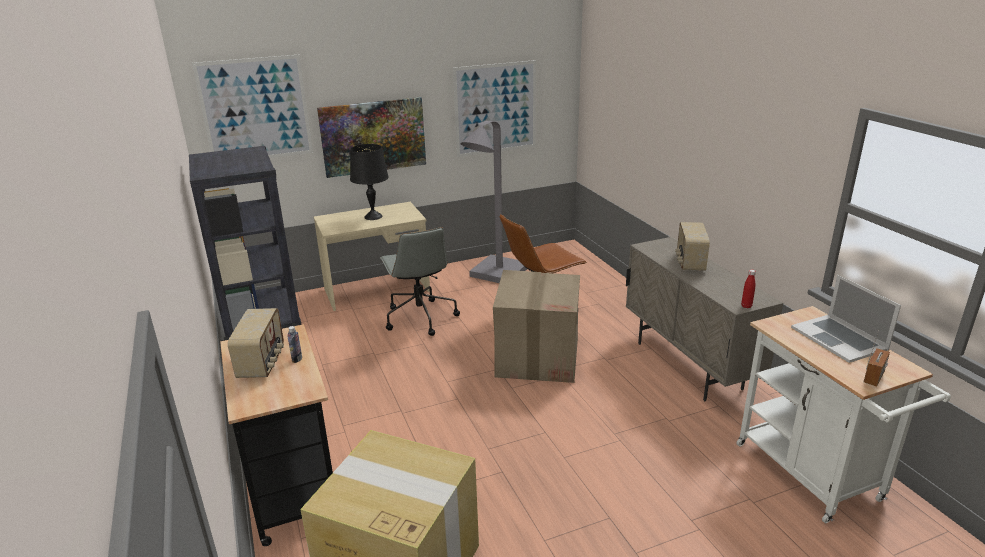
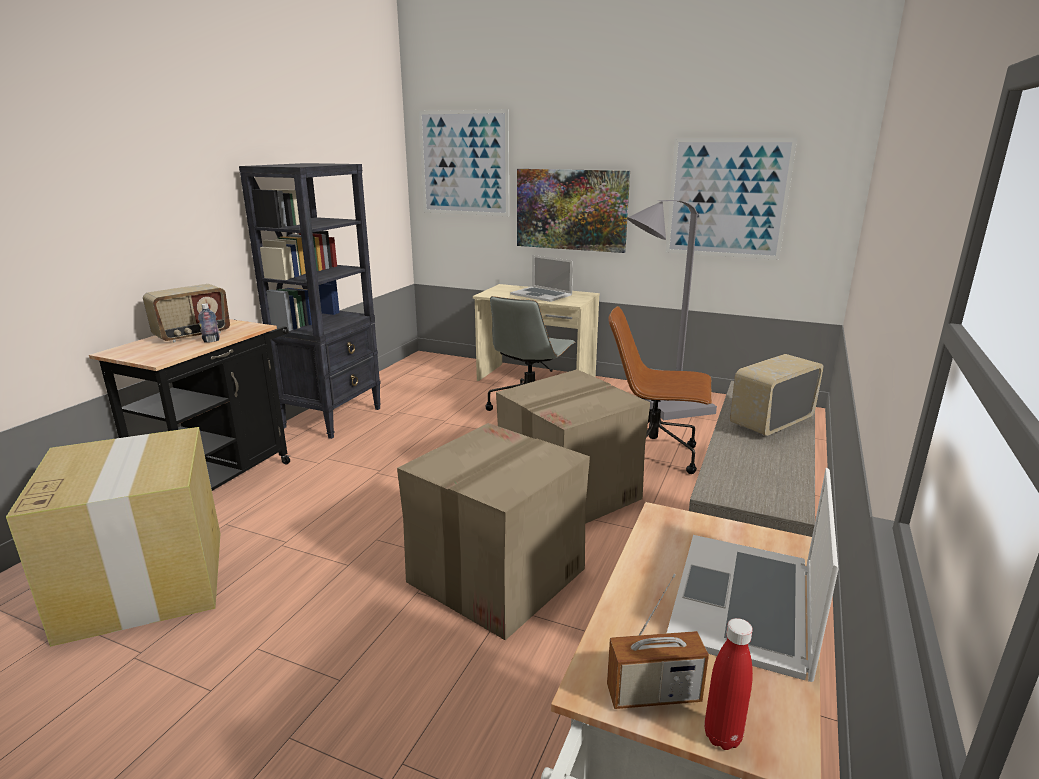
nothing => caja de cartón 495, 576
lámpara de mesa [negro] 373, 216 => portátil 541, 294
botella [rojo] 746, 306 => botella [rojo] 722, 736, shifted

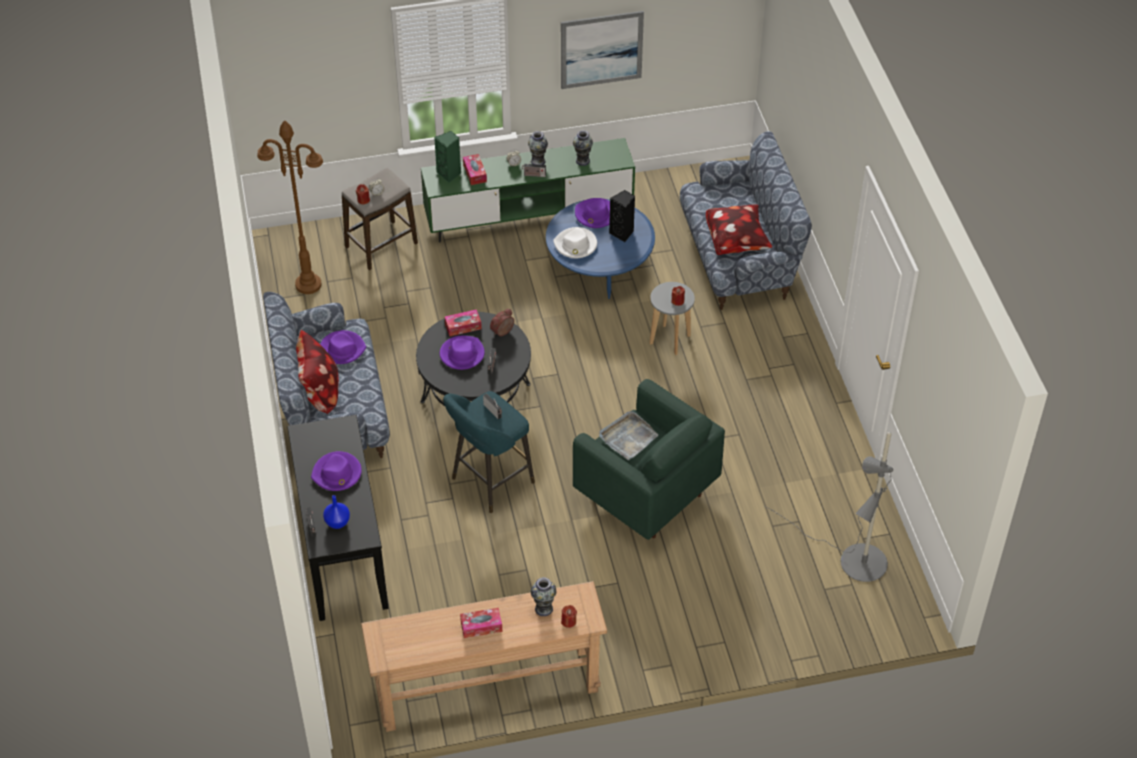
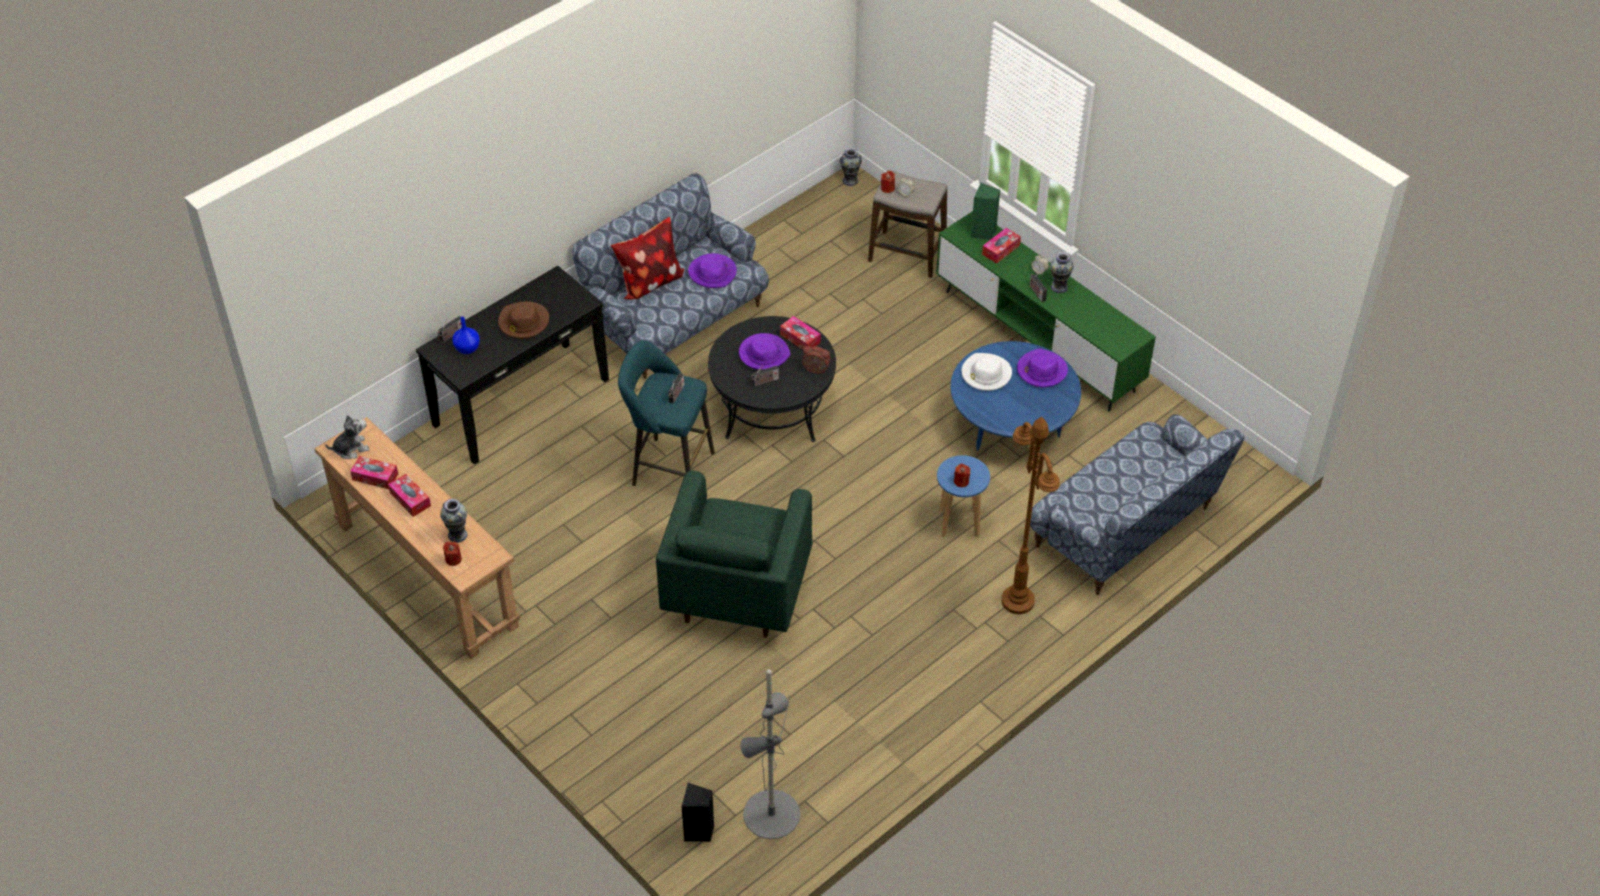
nothing => peluche 351, 448
nothing => caja de pañuelos 375, 477
sombrero [morado] 337, 474 => sombrero [marrón] 523, 322
altavoz [negro] 622, 233 => altavoz [negro] 699, 832, shifted
florero 583, 161 => florero 850, 181, shifted
taburete [gris] 670, 340 => taburete [azul] 958, 523
lámpara de pie [marrón] 308, 284 => lámpara de pie [marrón] 1018, 601, shifted
cuadro 601, 49 => nothing
bandeja [gris] 628, 437 => nothing
cojín 736, 241 => nothing

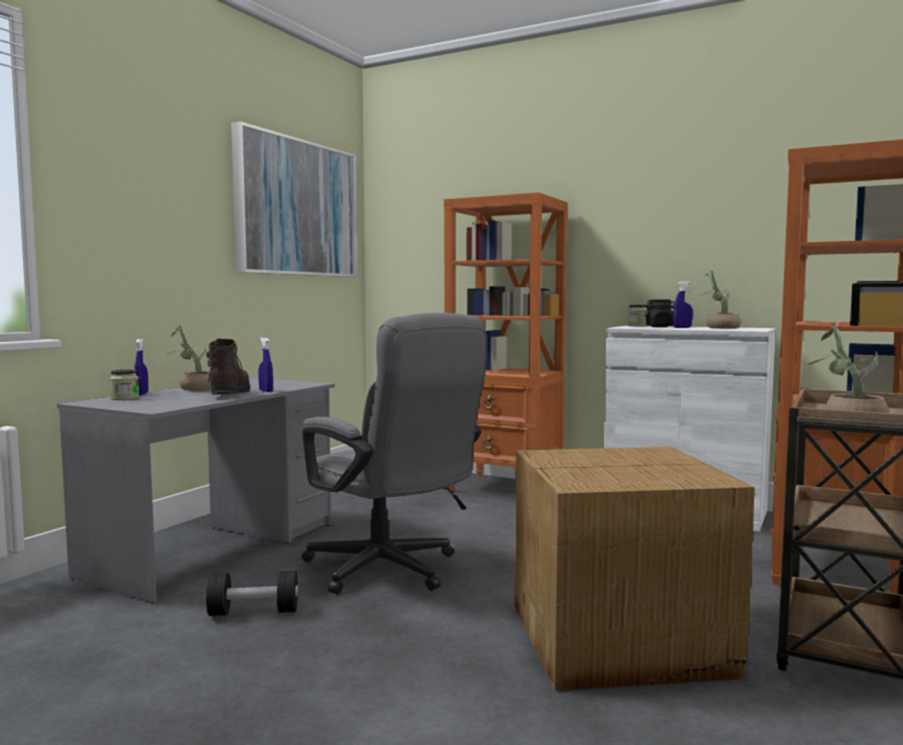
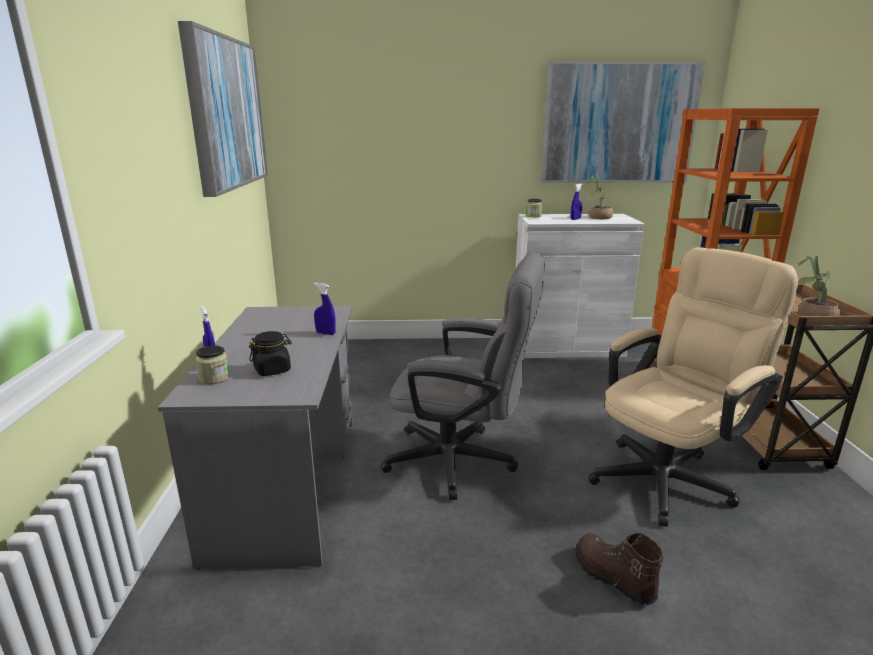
tarro [negro] 659, 327 => tarro [negro] 272, 370, shifted
nothing => cuadro 617, 124
bota [marrón] 229, 394 => bota [marrón] 612, 577, shifted
caja de cartón 621, 640 => silla de oficina [beis] 669, 475
planta en maceta 193, 389 => nothing
mancuerna [negro] 254, 612 => nothing
estantería [naranja] 505, 489 => nothing

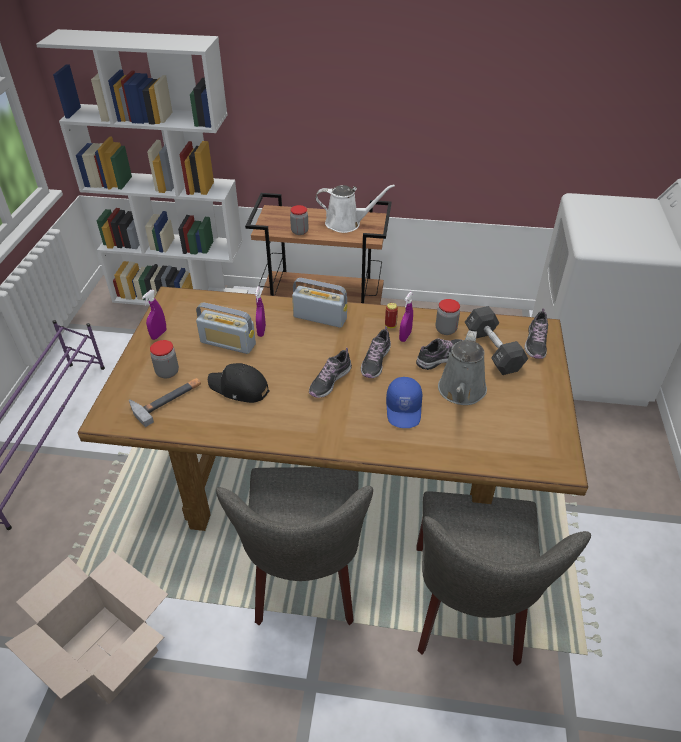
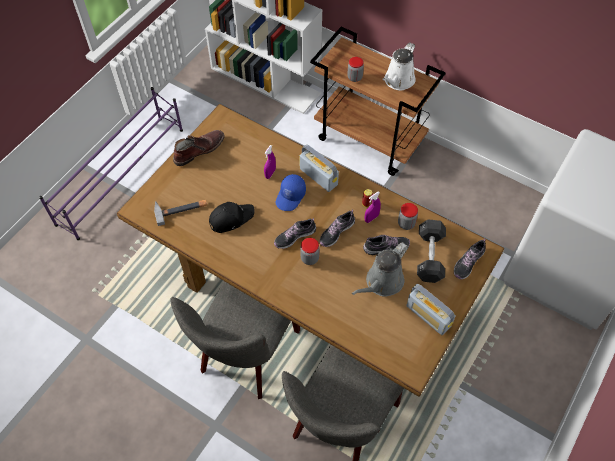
pulverizador [morado] 158, 334 => bota [marrón] 199, 150
gorra [negro] 239, 388 => gorra [negro] 231, 218, 105 degrees clockwise
gorra [azul] 404, 409 => gorra [azul] 291, 196, shifted
tarro 167, 372 => tarro 309, 258, shifted
regadera [blanco] 346, 223 => regadera [blanco] 398, 81, 90 degrees clockwise
radio 228, 343 => radio 428, 316, shifted
caja de cartón 106, 653 => nothing

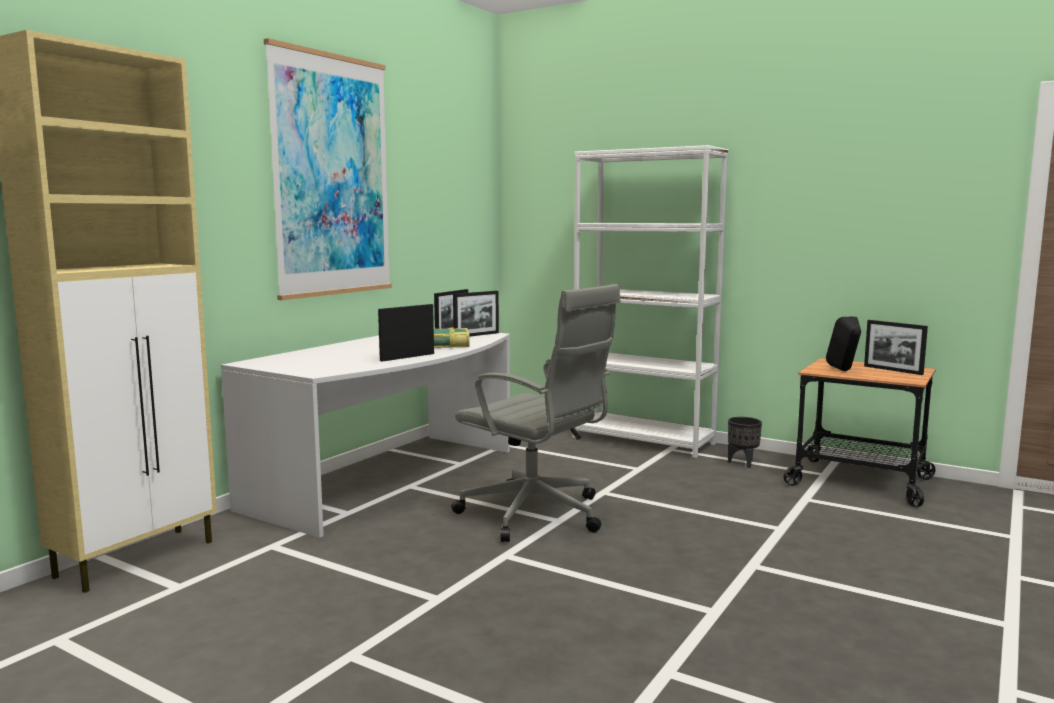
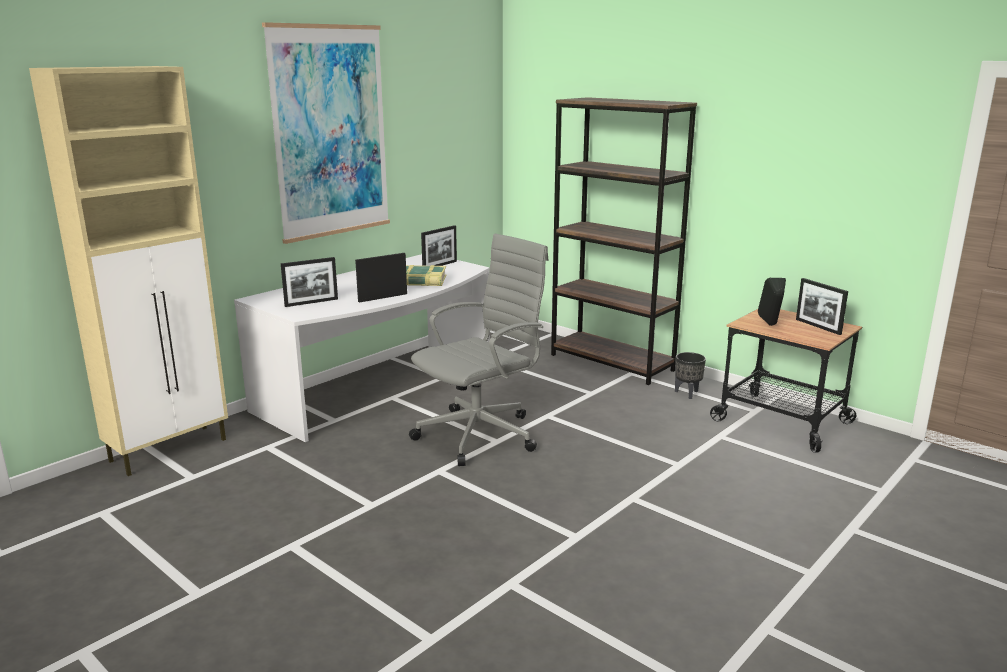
portarretratos 476, 335 => portarretratos 311, 302, shifted
silla de oficina [gris] 536, 515 => silla de oficina [gris] 481, 434, 90 degrees counterclockwise
estantería [blanco] 643, 441 => estantería [marrón] 612, 362

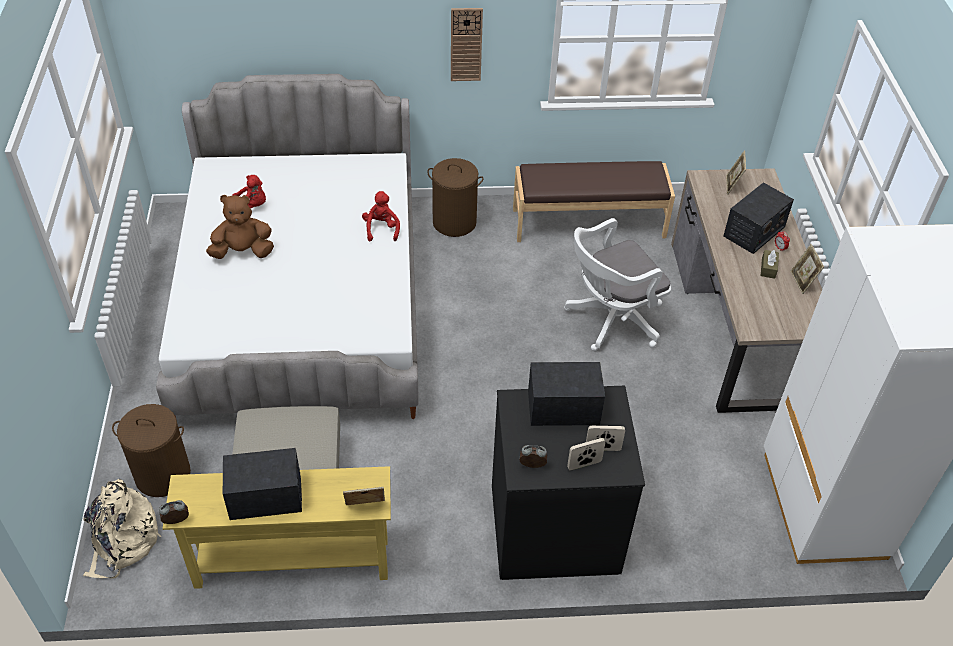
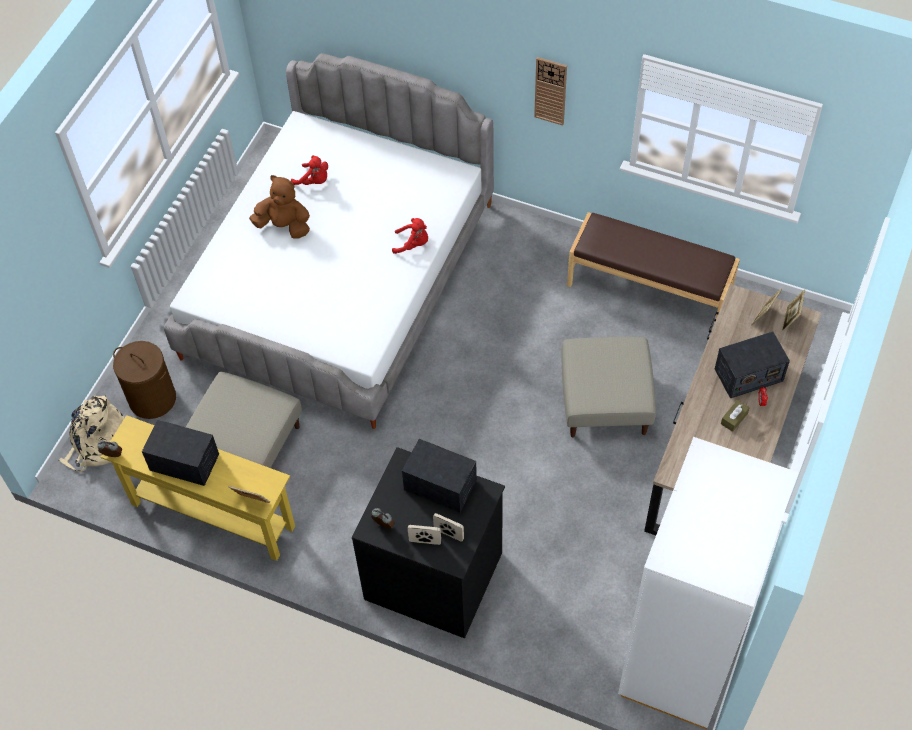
peluche [rojo] 381, 229 => peluche [rojo] 413, 244, 75 degrees clockwise
silla de oficina [blanco] 610, 320 => puf [beis] 604, 401
portarretratos 802, 282 => portarretratos 790, 321, shifted
cesto de la ropa [marrón] 455, 222 => nothing

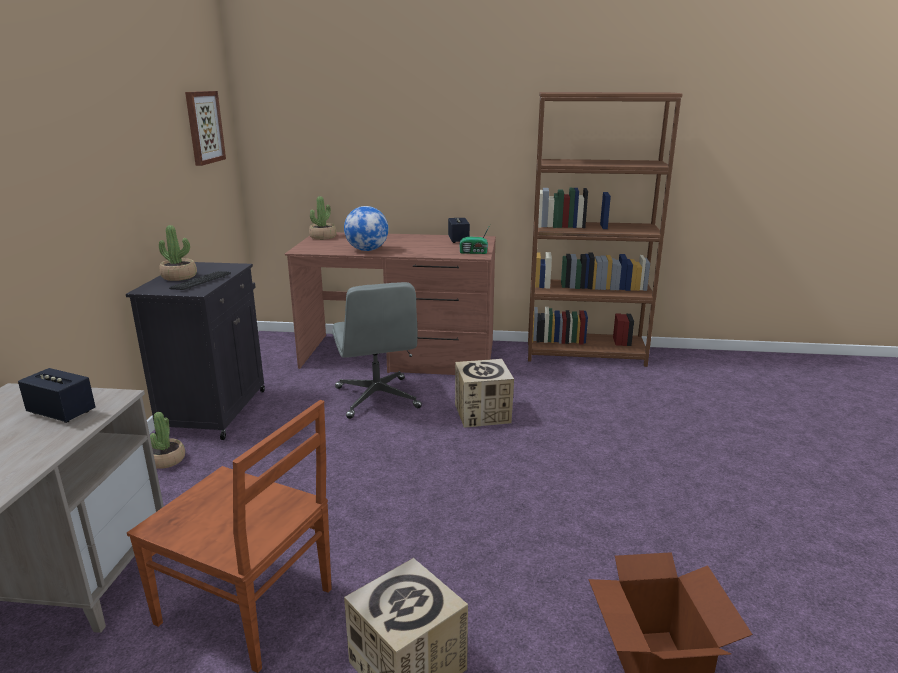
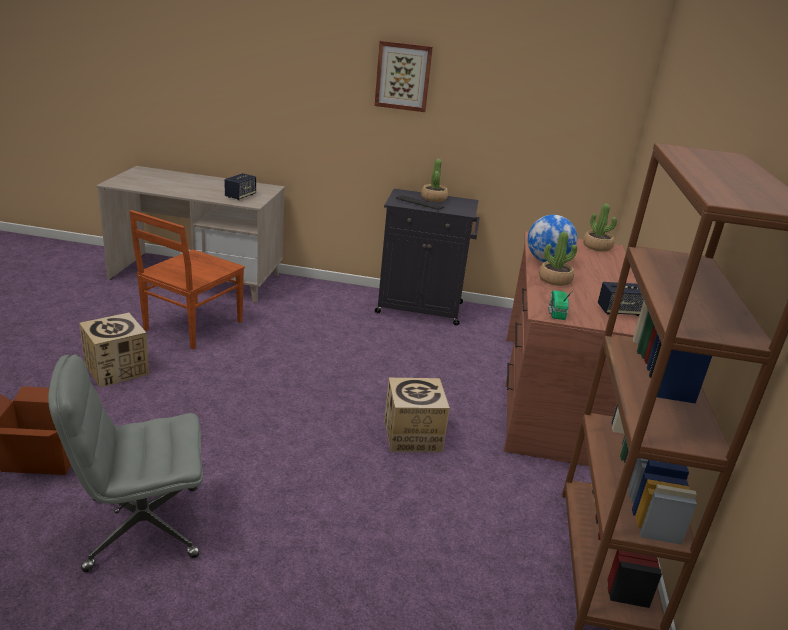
silla de oficina [gris] 377, 398 => silla de oficina [gris] 142, 527, shifted
cuadro 204, 127 => cuadro 403, 76, shifted
planta en maceta 166, 460 => planta en maceta 555, 280, shifted

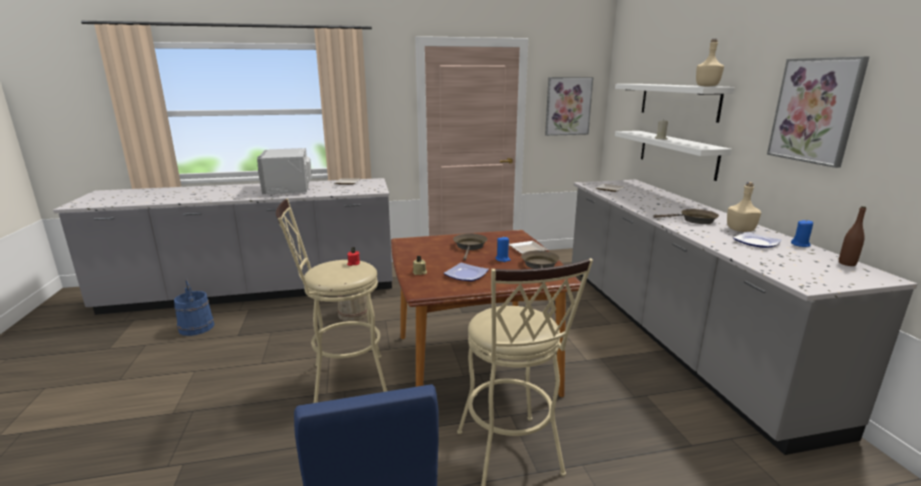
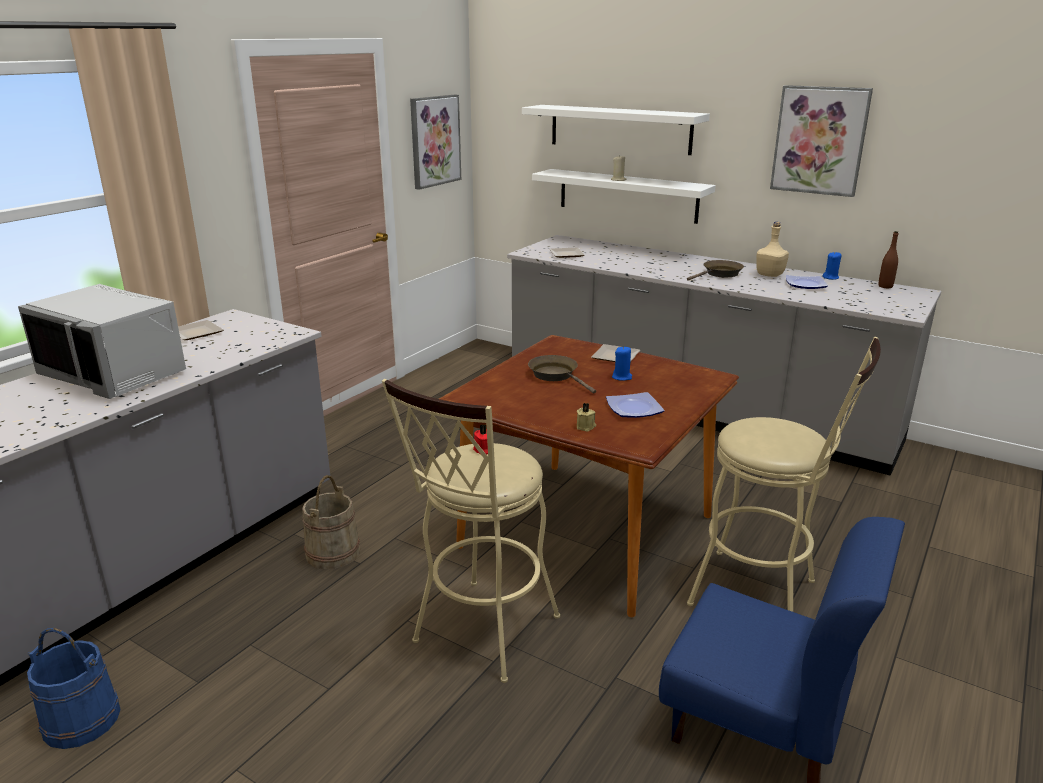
sartén [marrón] 540, 266 => nothing
botella [beis] 706, 86 => nothing

